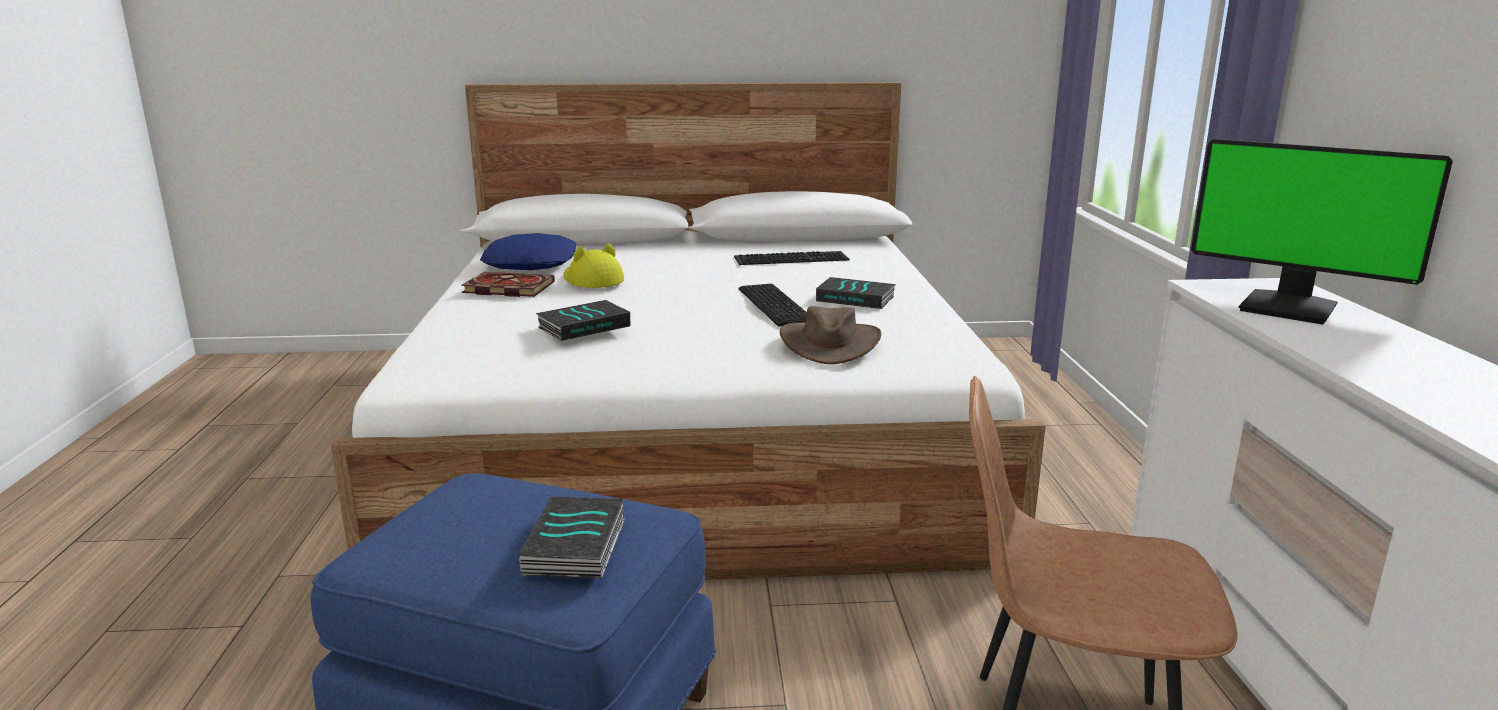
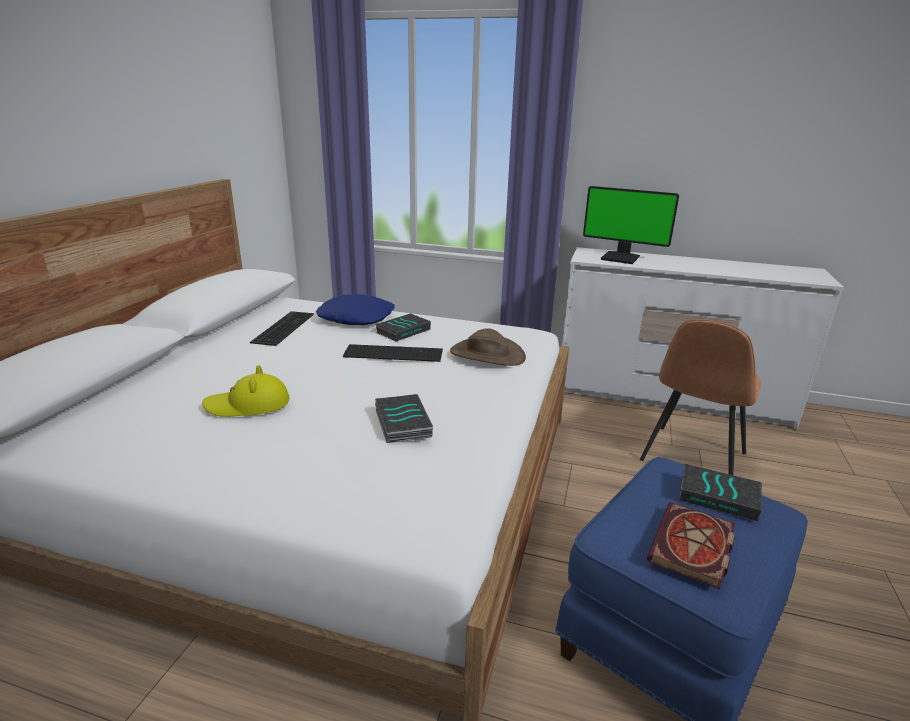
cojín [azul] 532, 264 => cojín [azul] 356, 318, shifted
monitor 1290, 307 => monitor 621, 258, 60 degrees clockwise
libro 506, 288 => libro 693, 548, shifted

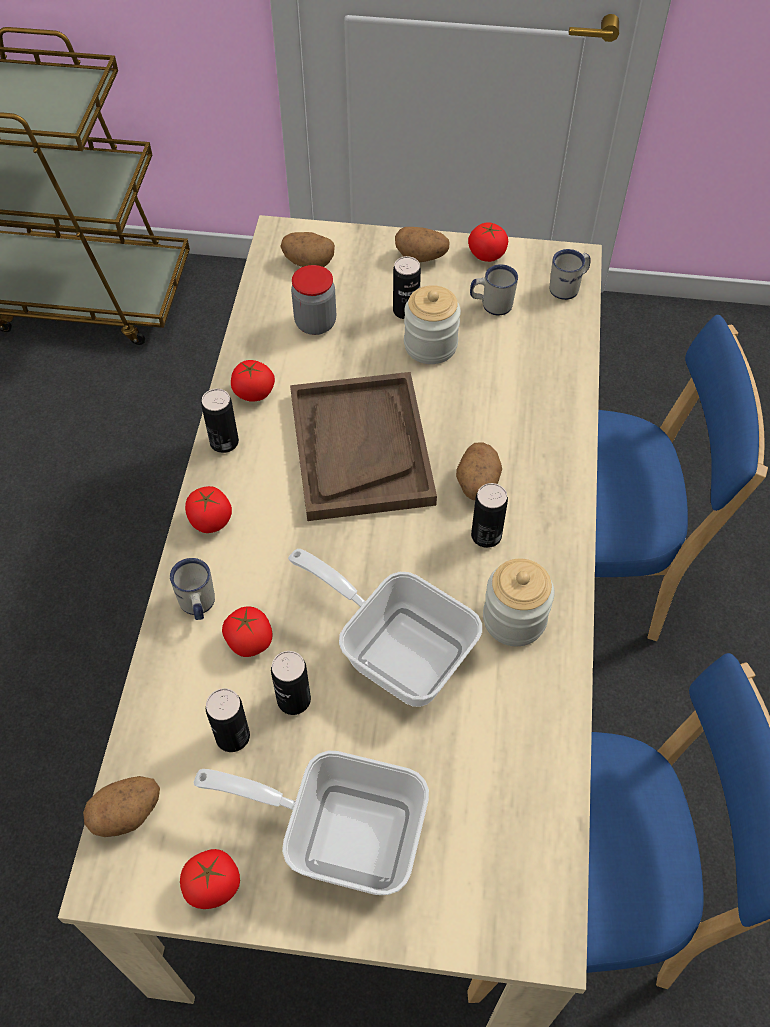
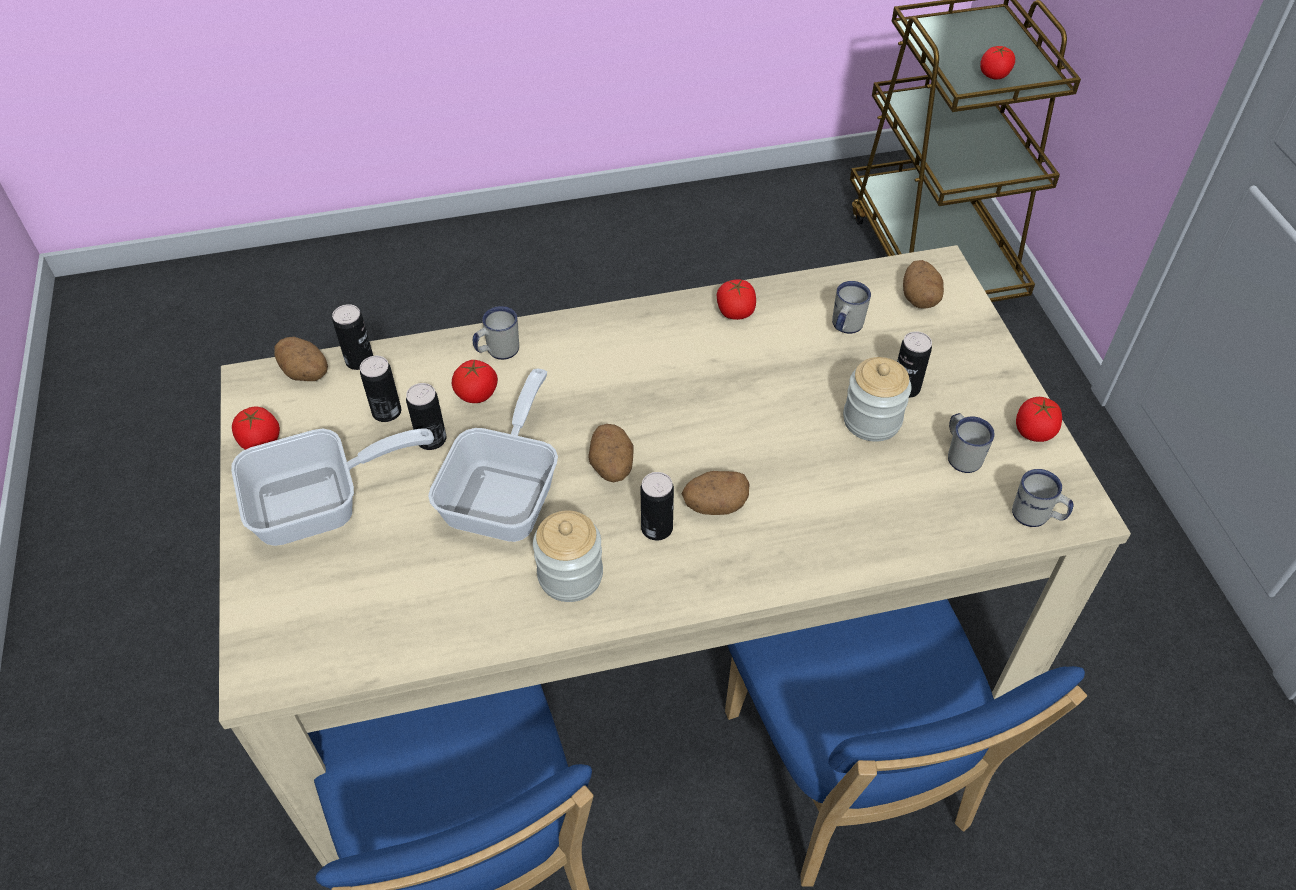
sartén 338, 831 => sartén 322, 505, 75 degrees clockwise
lata 224, 442 => lata 359, 360, shifted
patata 421, 256 => patata 612, 467, shifted
tarro 315, 323 => taza grande [blanco] 844, 327
tomate 210, 520 => tomate 994, 75, shifted
bandeja [marrón] 360, 448 => nothing

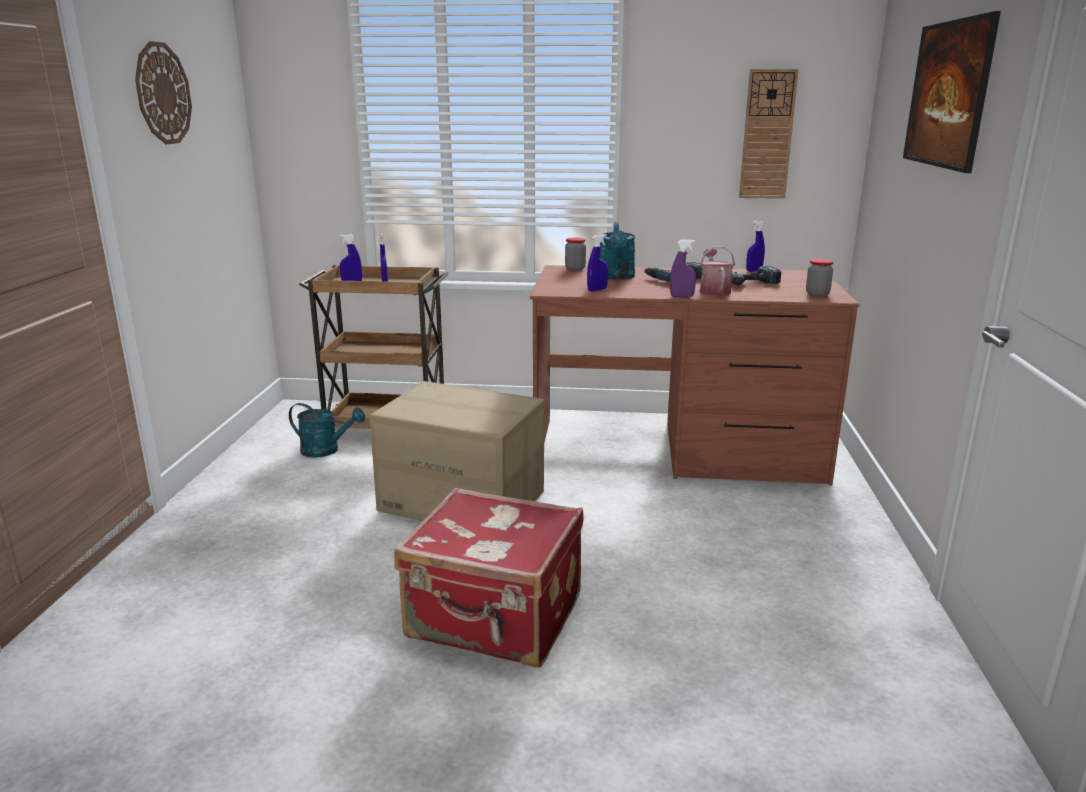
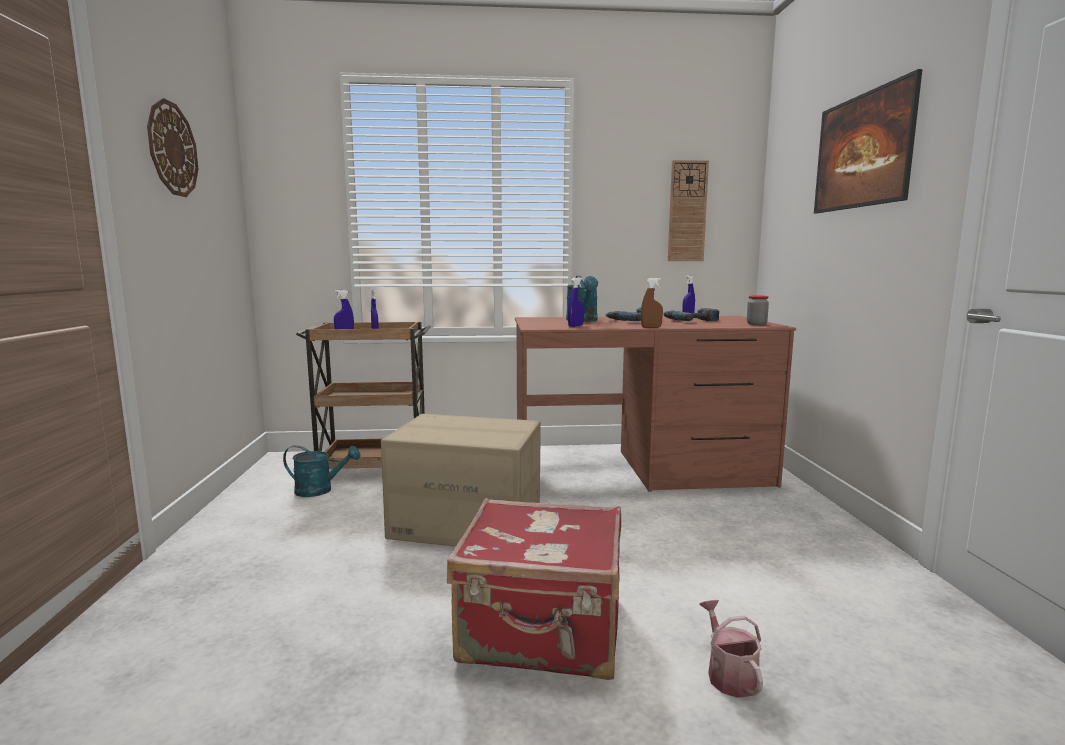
pulverizador [morado] 681, 296 => pulverizador [marrón] 651, 327
regadera 714, 290 => regadera 728, 674, shifted
tarro 575, 268 => nothing

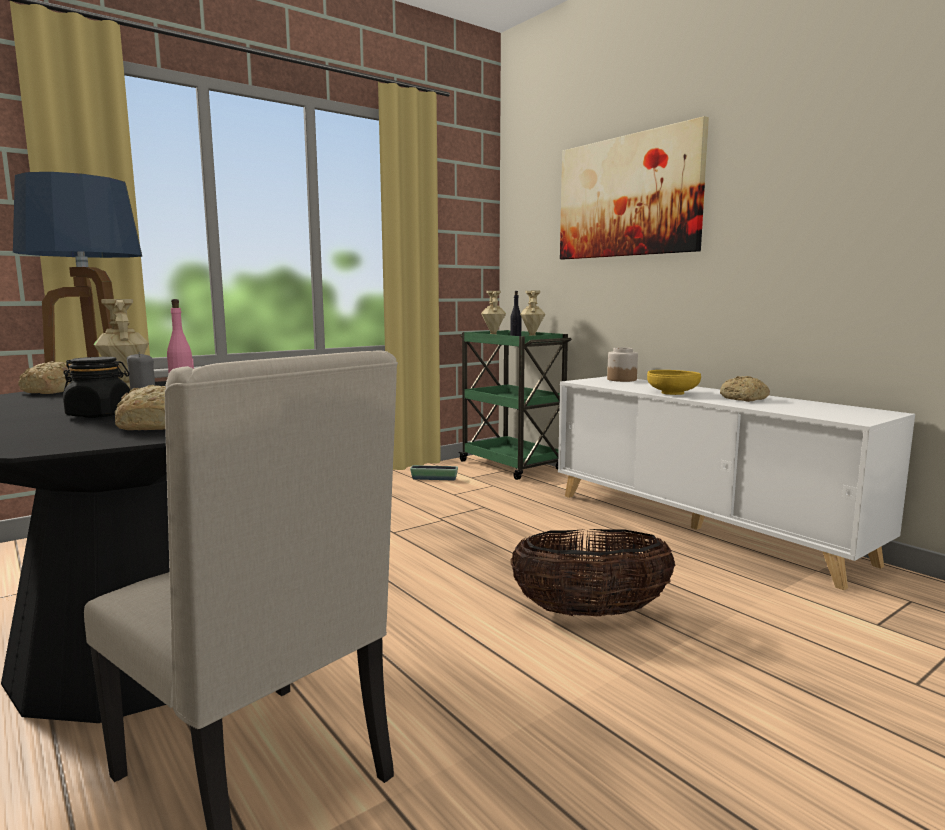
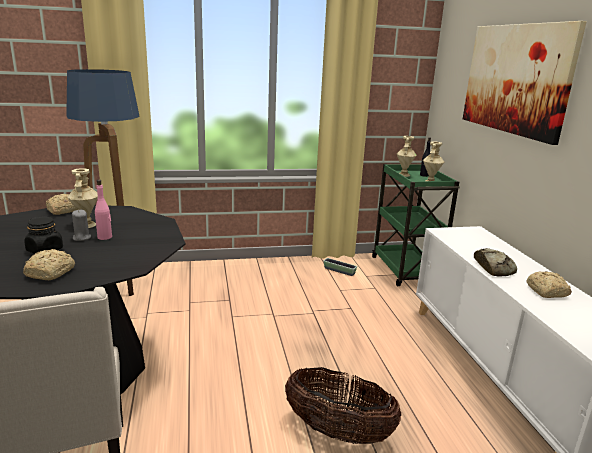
cuenco [amarillo] 672, 393 => pan 493, 267
tarro 621, 379 => nothing

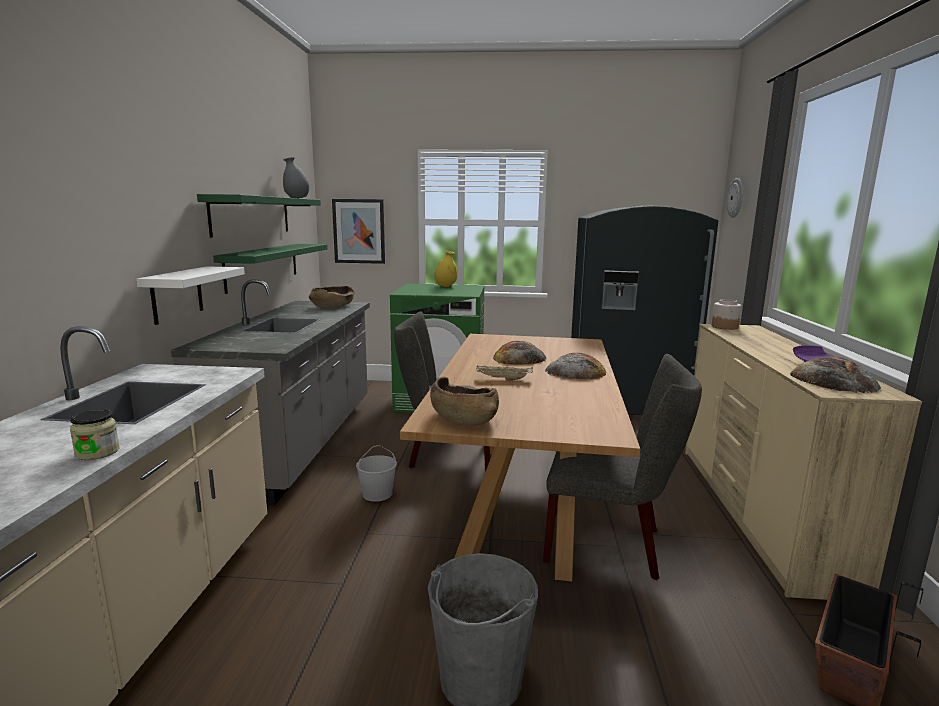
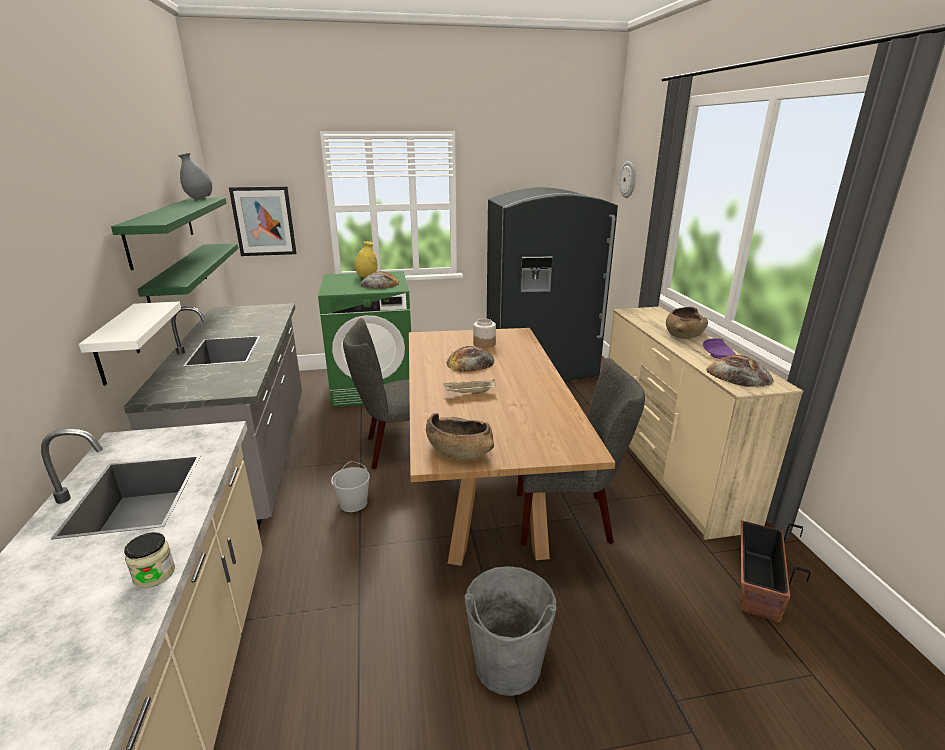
pan 575, 371 => pan 379, 284, shifted
tarro 725, 327 => tarro 484, 343, shifted
cuenco [marrón] 332, 306 => cuenco [marrón] 684, 334, shifted

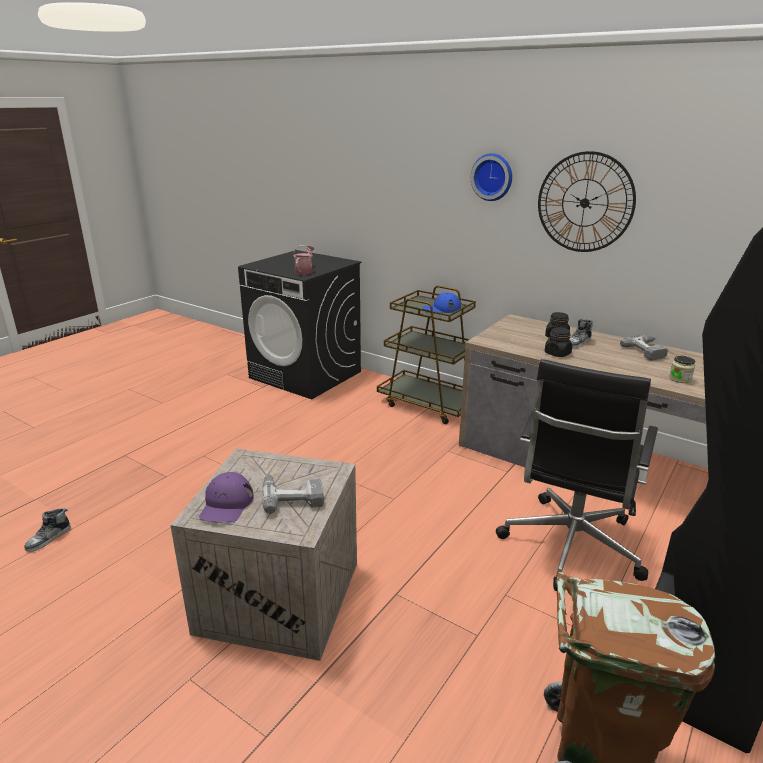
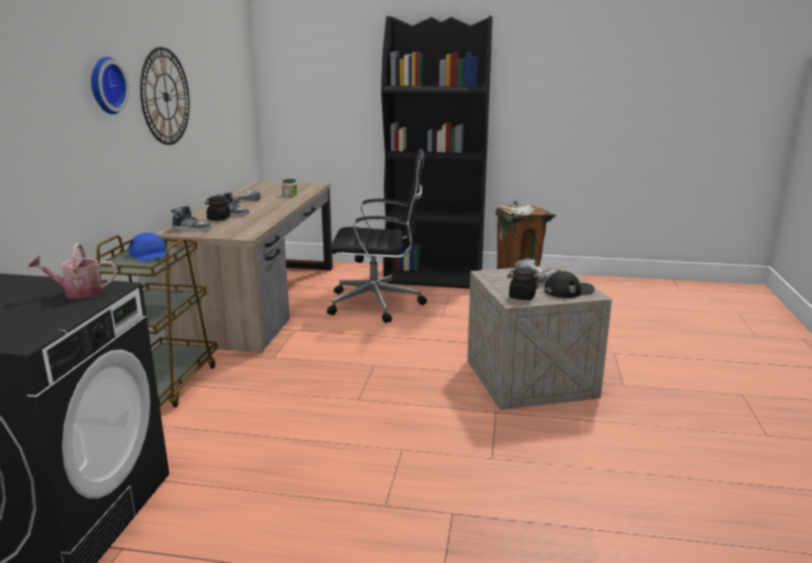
zapato 49, 538 => zapato 191, 229, shifted
tarro [negro] 557, 353 => tarro [negro] 521, 296, shifted
gorra [morado] 226, 504 => gorra [negro] 569, 291

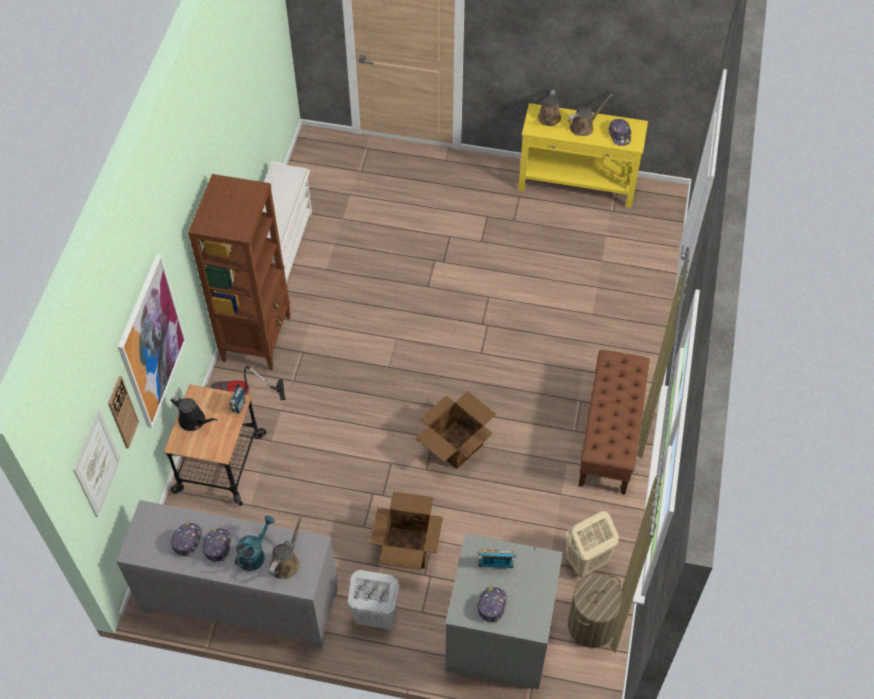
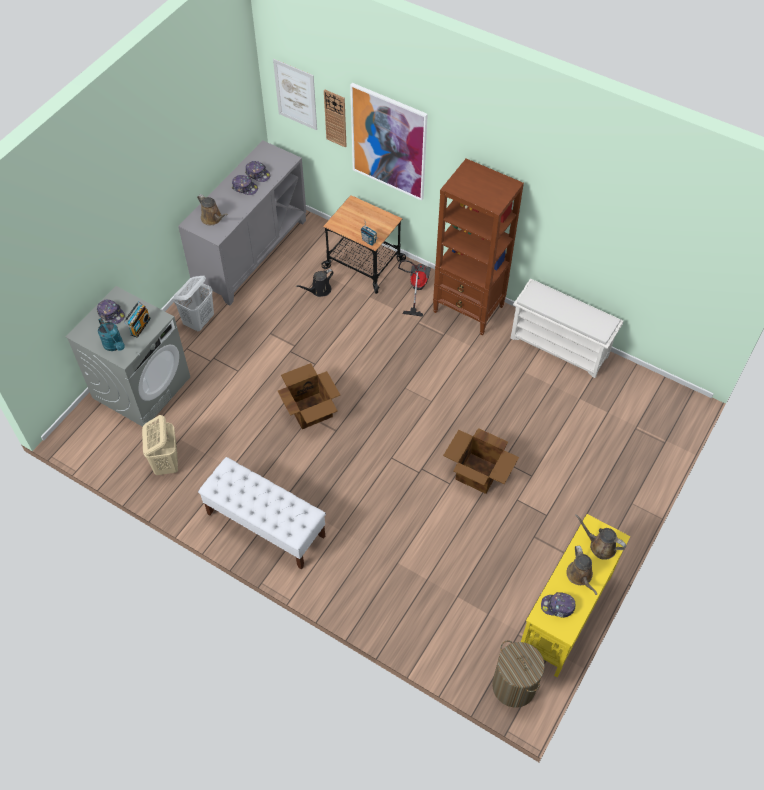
regadera [turquesa] 255, 554 => regadera [turquesa] 114, 345, shifted
banco [marrón] 610, 436 => banco [blanco] 265, 525
regadera [negro] 194, 421 => regadera [negro] 319, 290, shifted
caja de cartón 407, 546 => caja de cartón 478, 473, shifted
cesto de la ropa 591, 625 => cesto de la ropa 513, 686, shifted

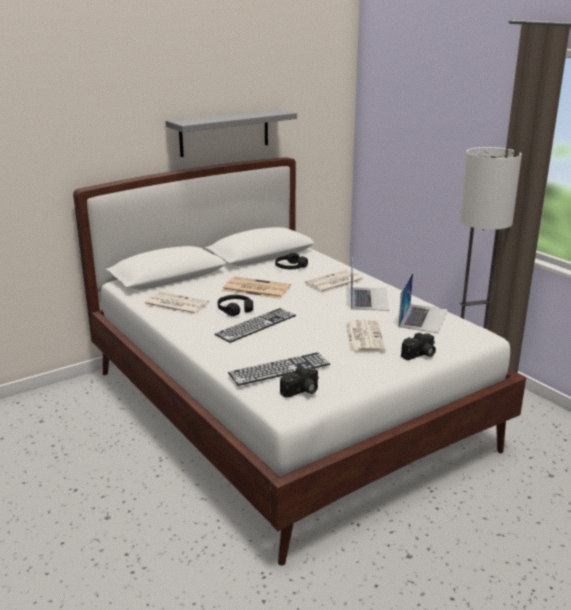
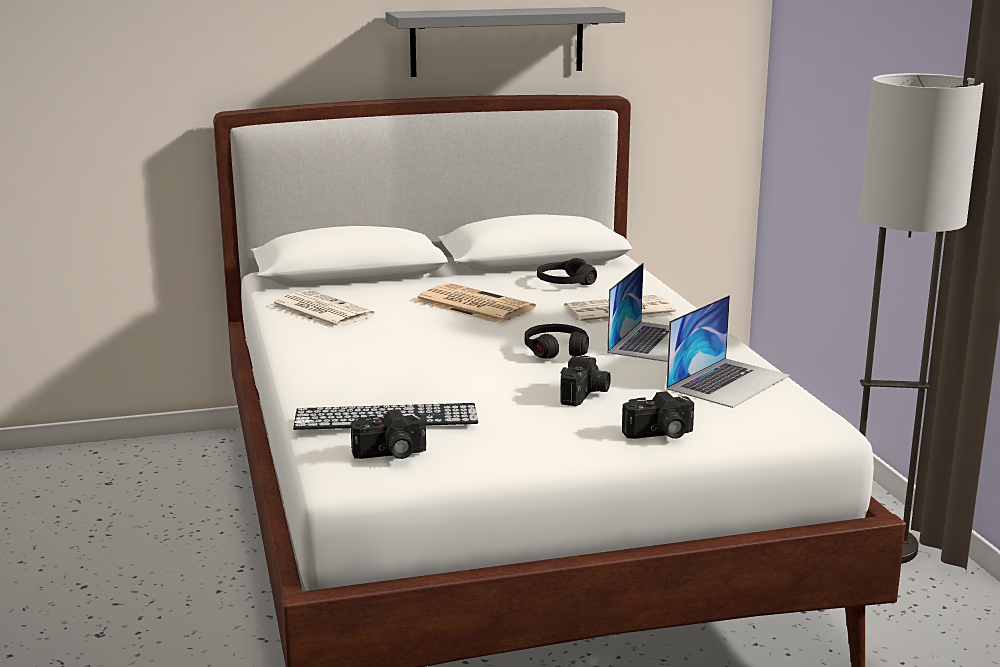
auriculares [negro] 235, 309 => auriculares [negro] 556, 350, shifted
periódico 363, 337 => cámara 585, 395
teclado 256, 325 => nothing

